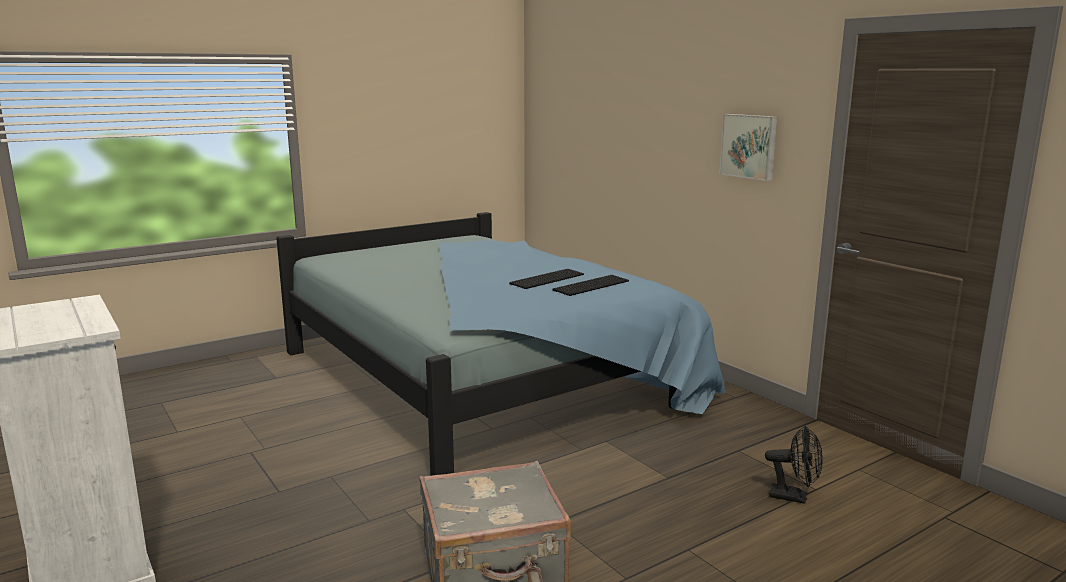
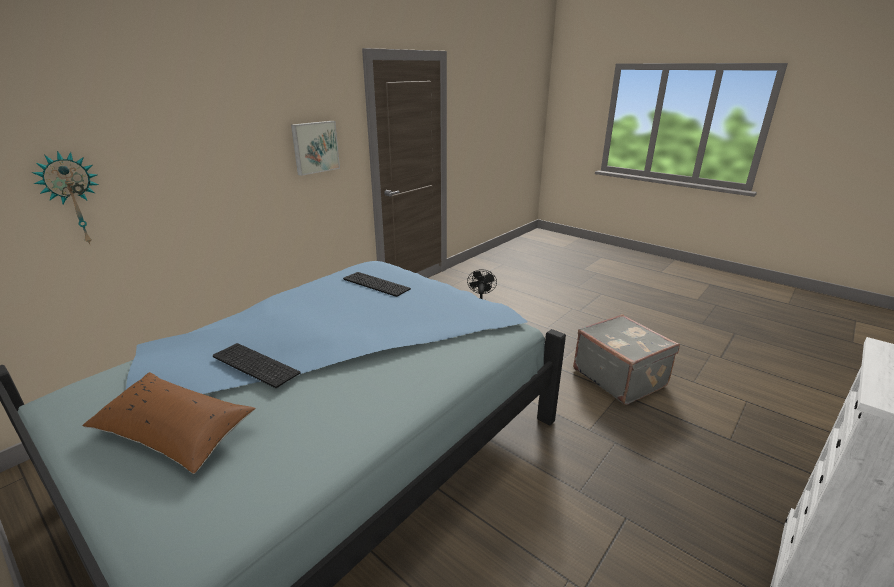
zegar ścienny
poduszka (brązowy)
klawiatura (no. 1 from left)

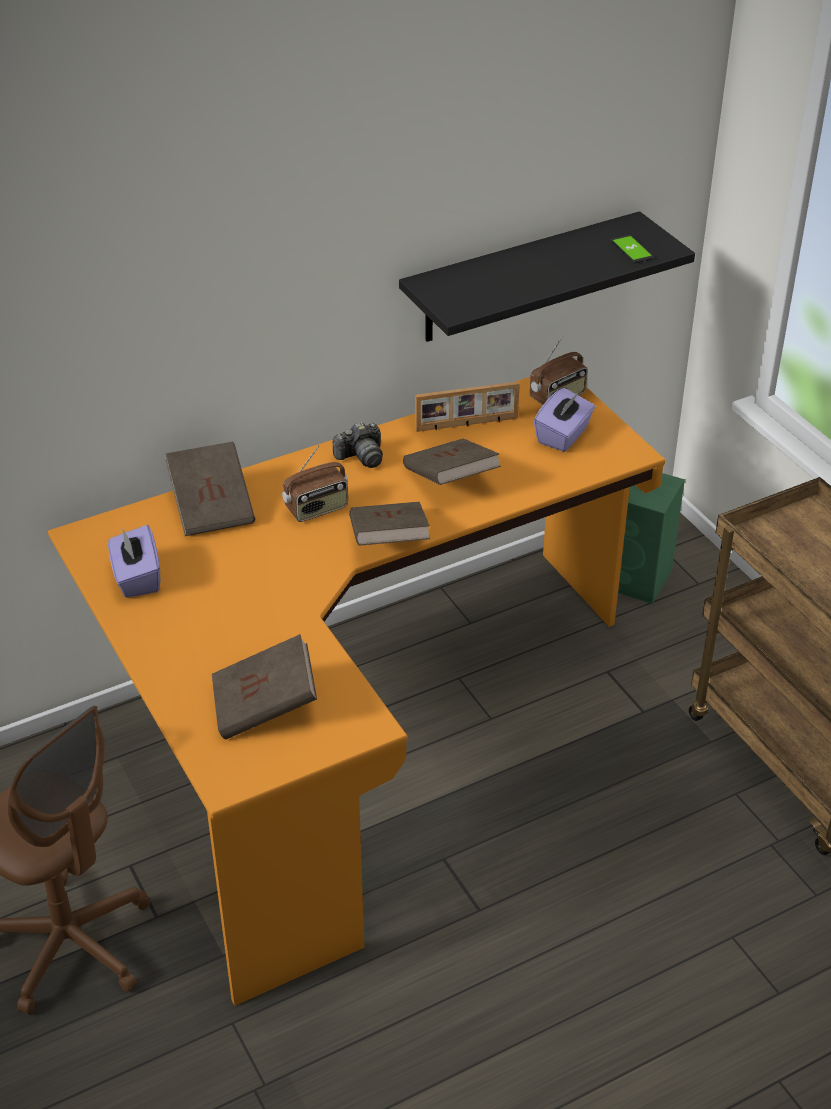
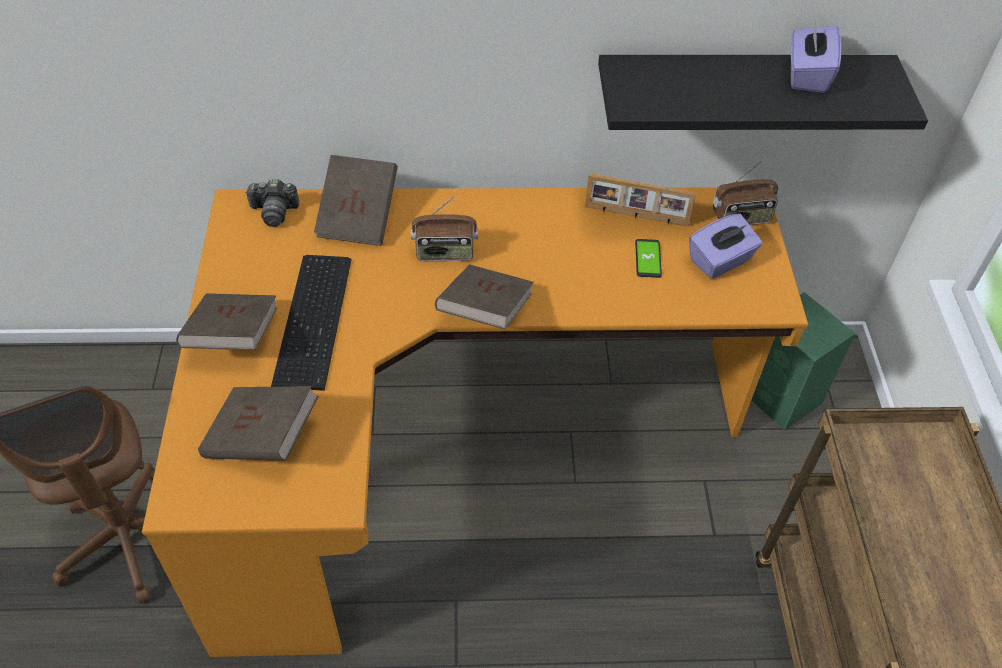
książka (brązowy) (no. 1 from left)
aparat fotograficzny
klawiatura
telefon
pudełko chusteczek (fioletowy) (no. 2 from left)

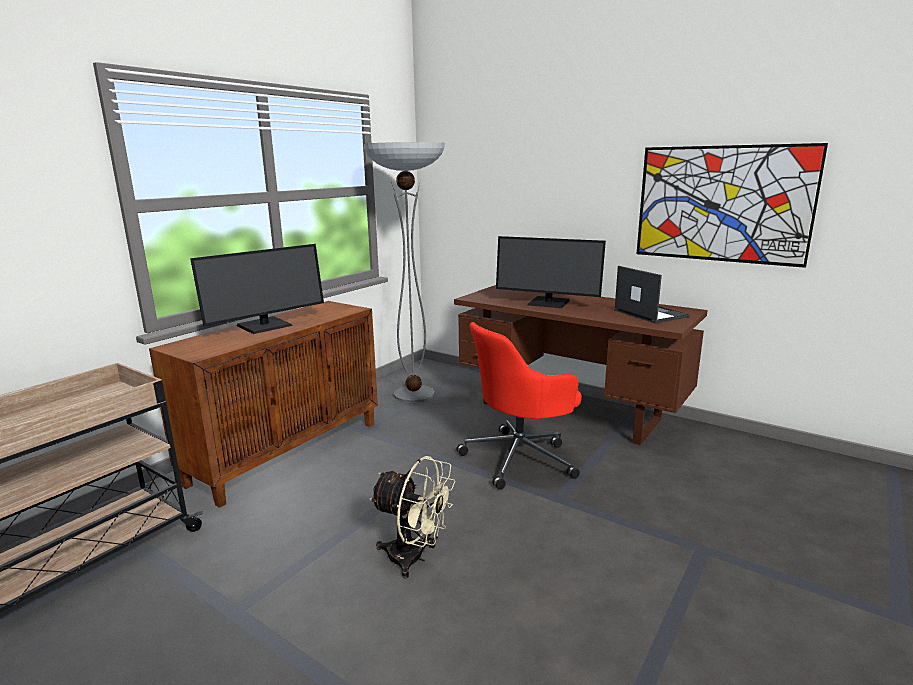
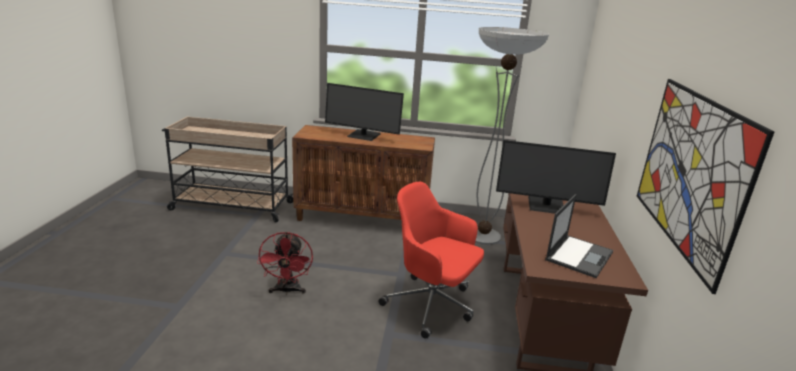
wentylator (czerwony)
monitor (no. 2 from left)

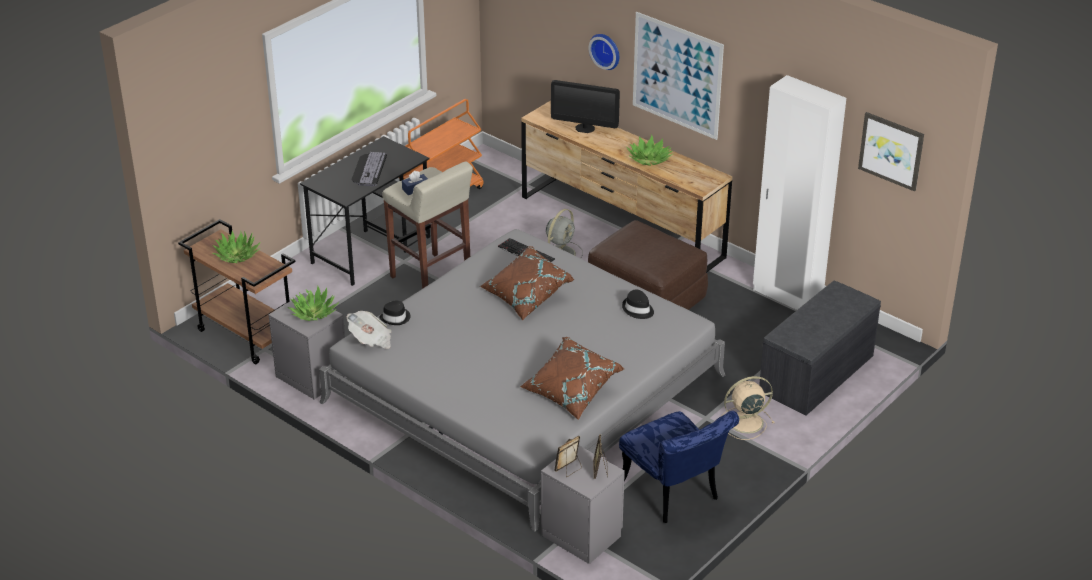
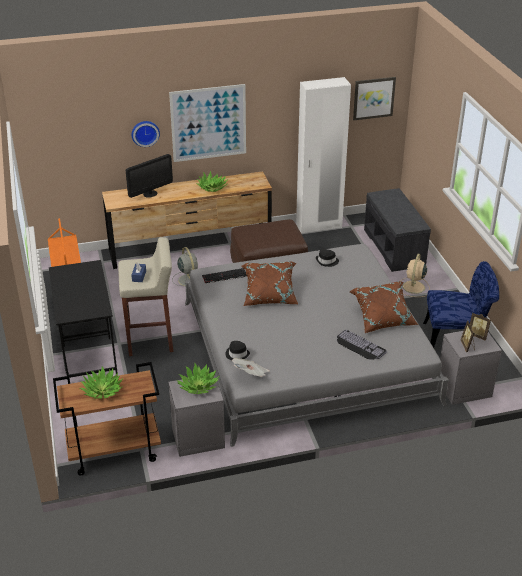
klawiatura (no. 2 from left)

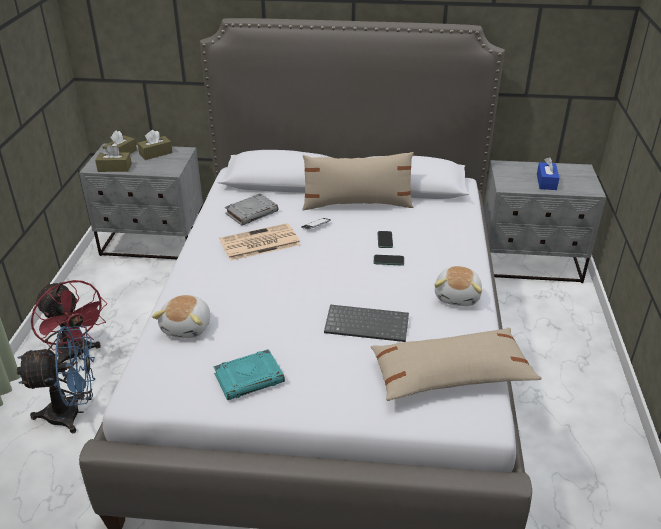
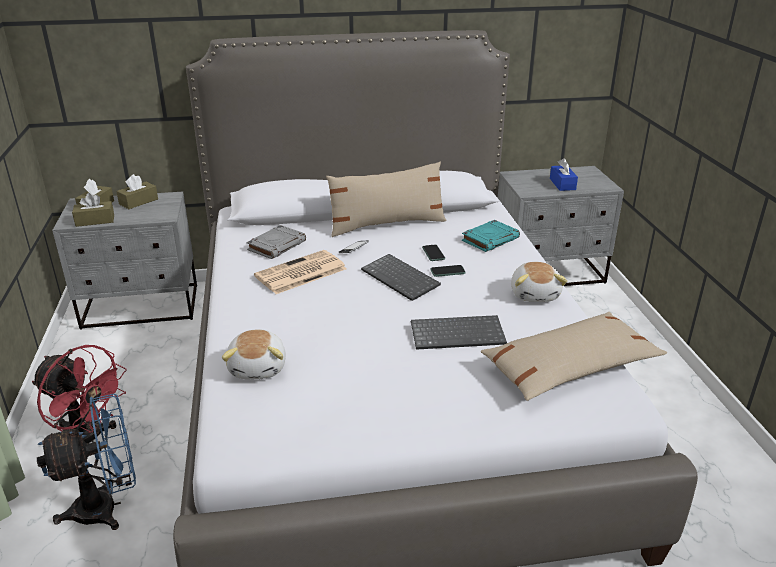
klawiatura (no. 1 from left)
książka (turkusowy)

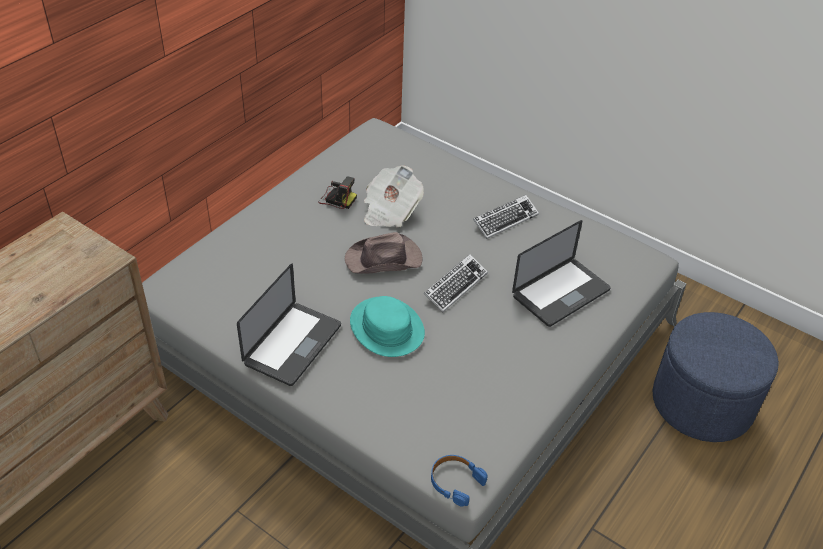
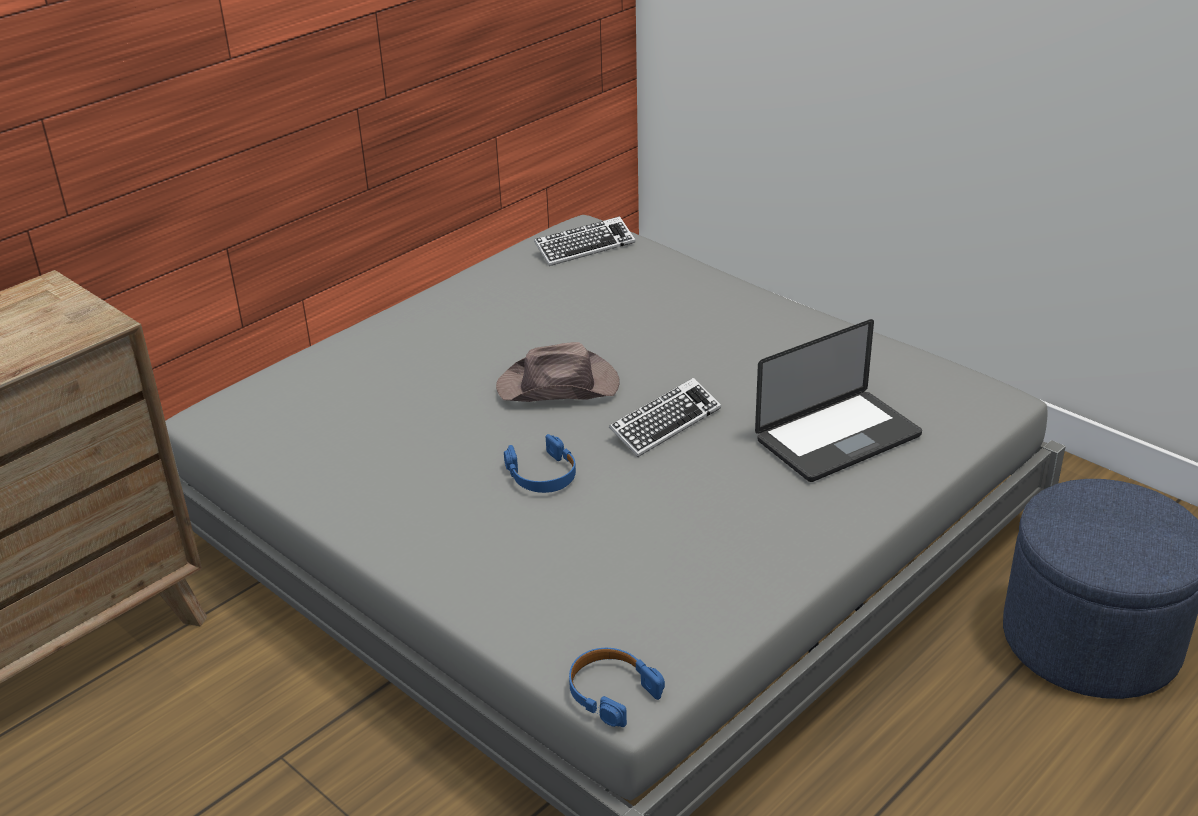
słuchawki (niebieski) (no. 1 from left)
klawiatura (no. 1 from left)
laptop (no. 1 from left in the first image)
aparat fotograficzny
gazeta

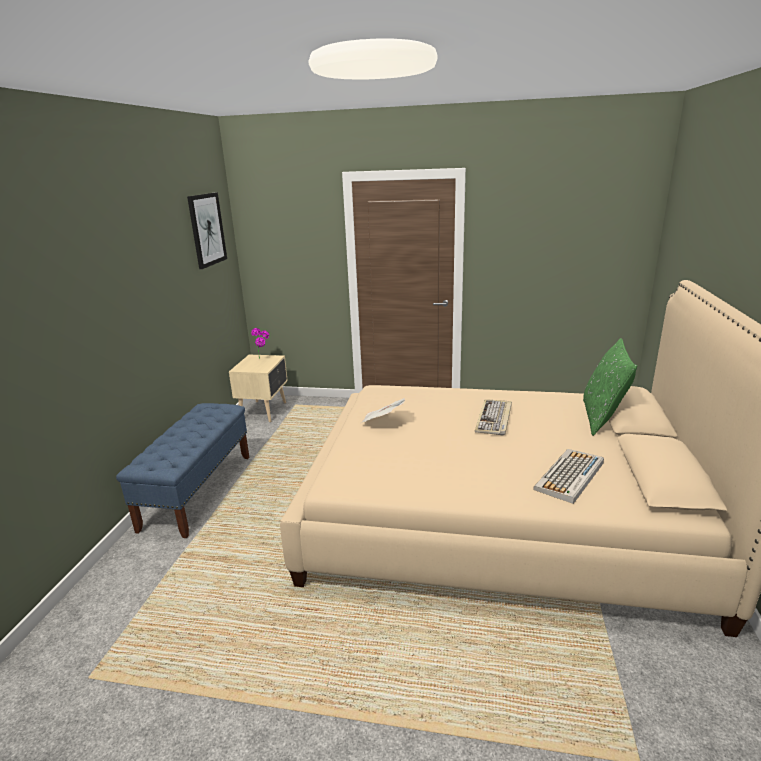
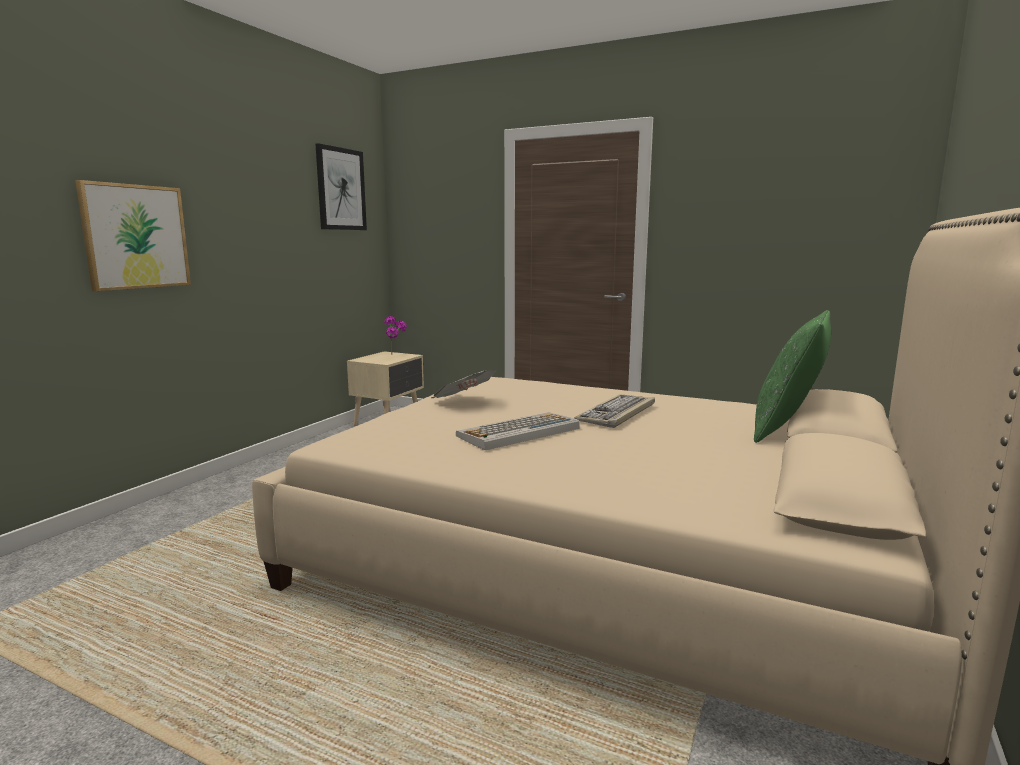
obraz (no. 1 from left)
klawiatura (no. 1 from left)
ławka (niebieski)

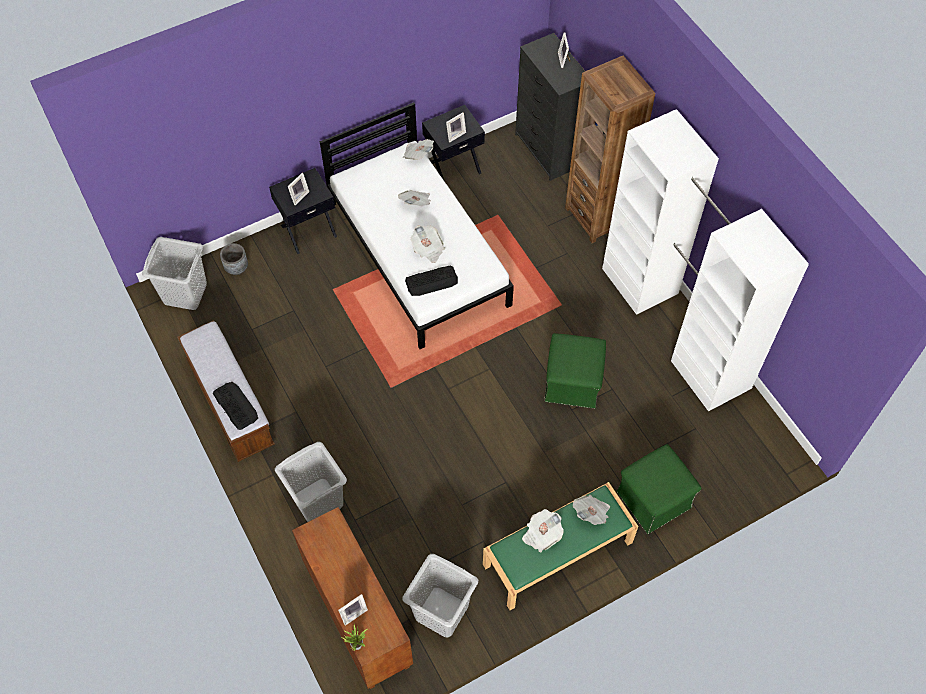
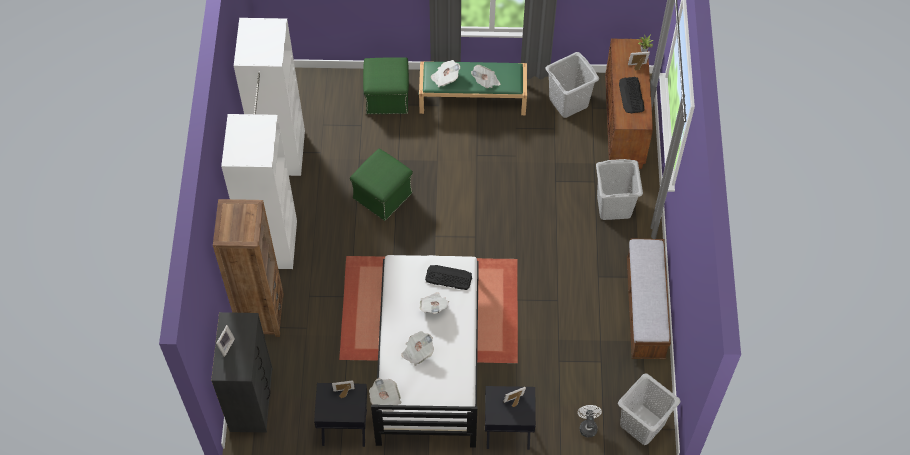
wentylator (biały)
klawiatura (no. 2 from left)

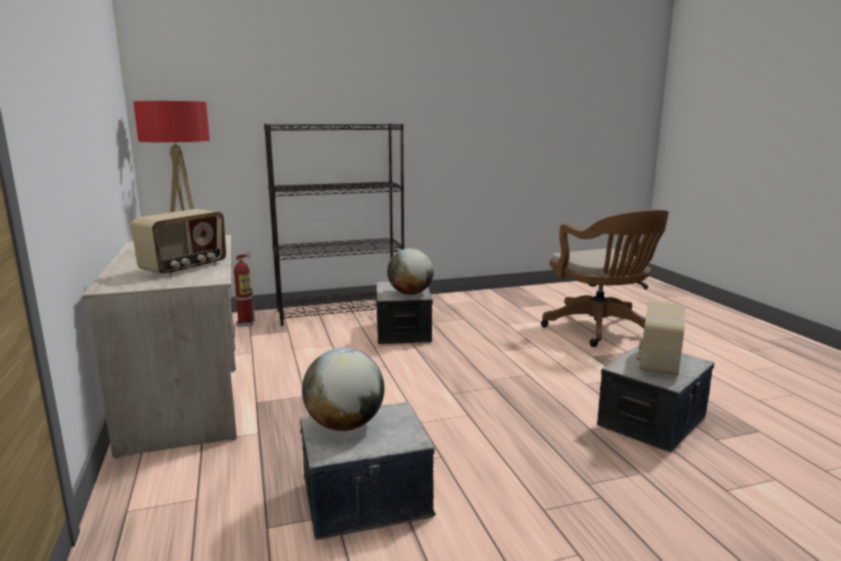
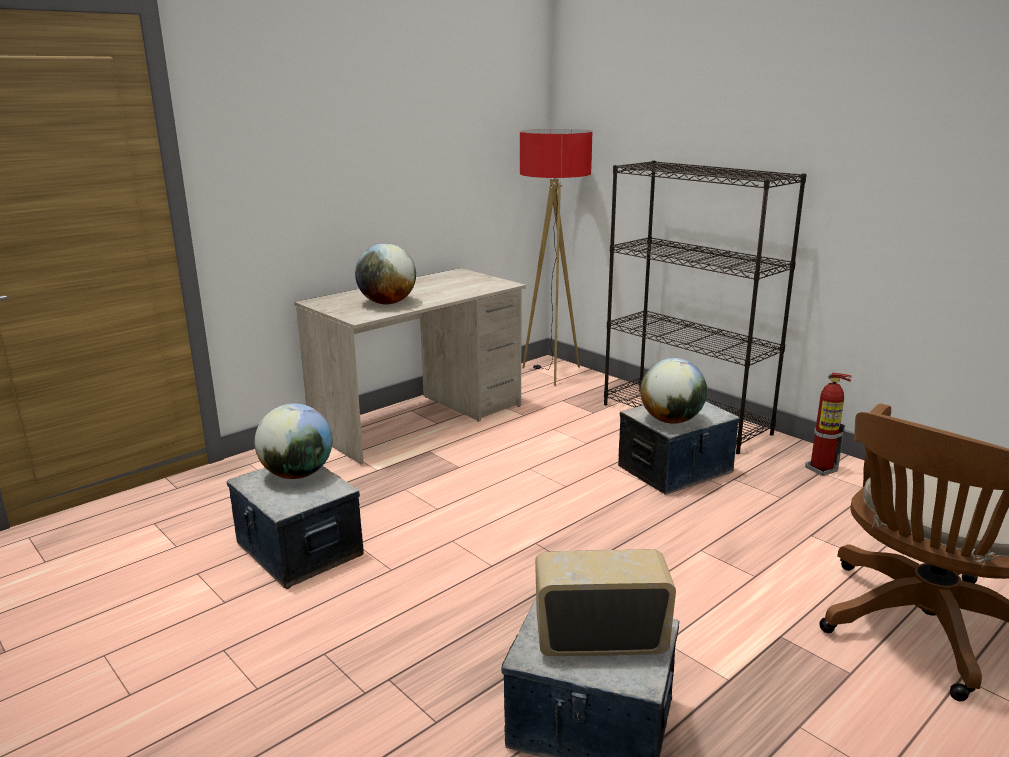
globus (no. 2 from left)
gaśnica

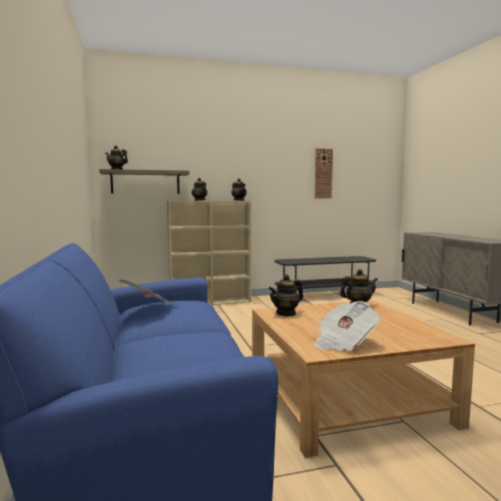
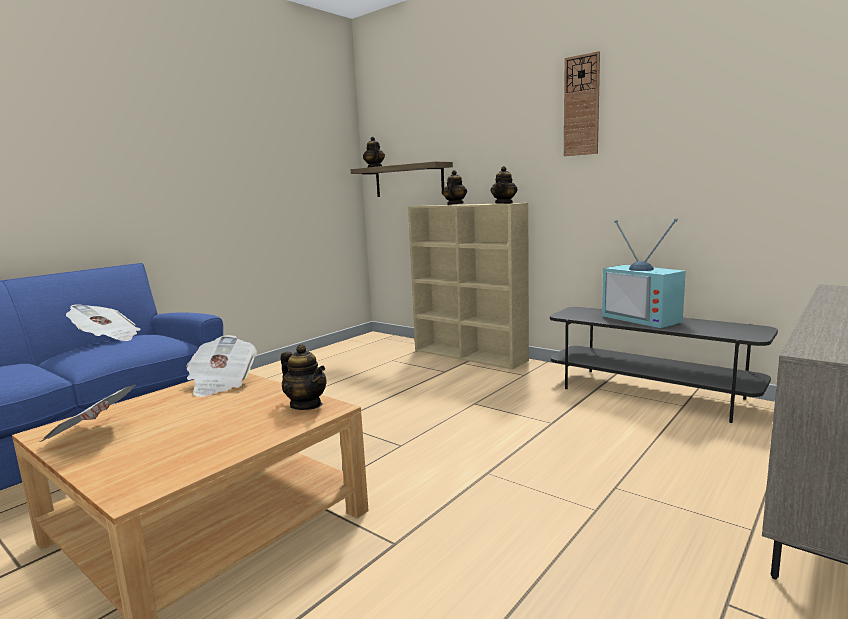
gazeta (no. 3 from left)
zegar ścienny
telewizor

